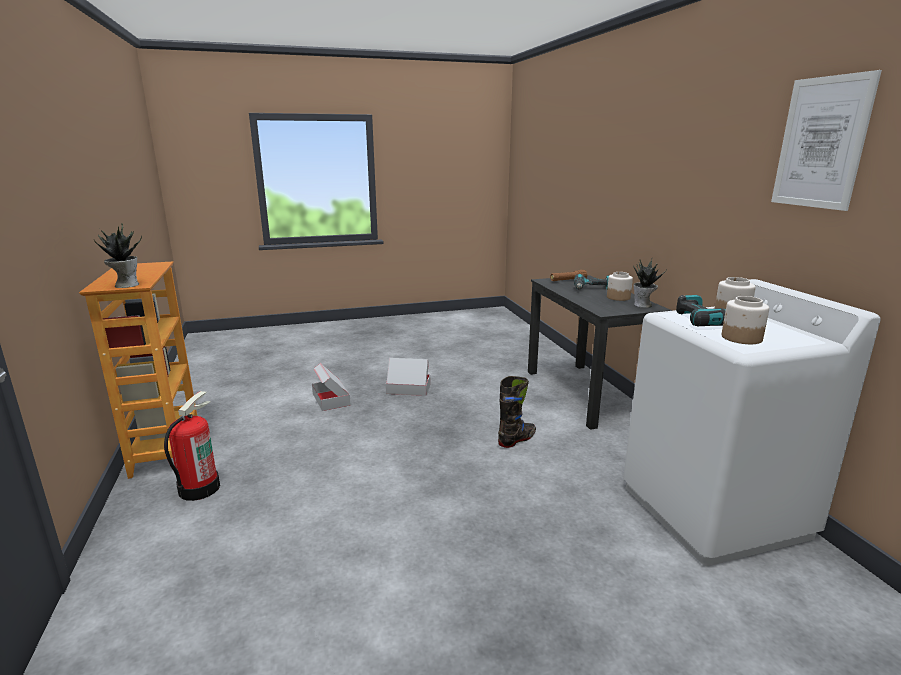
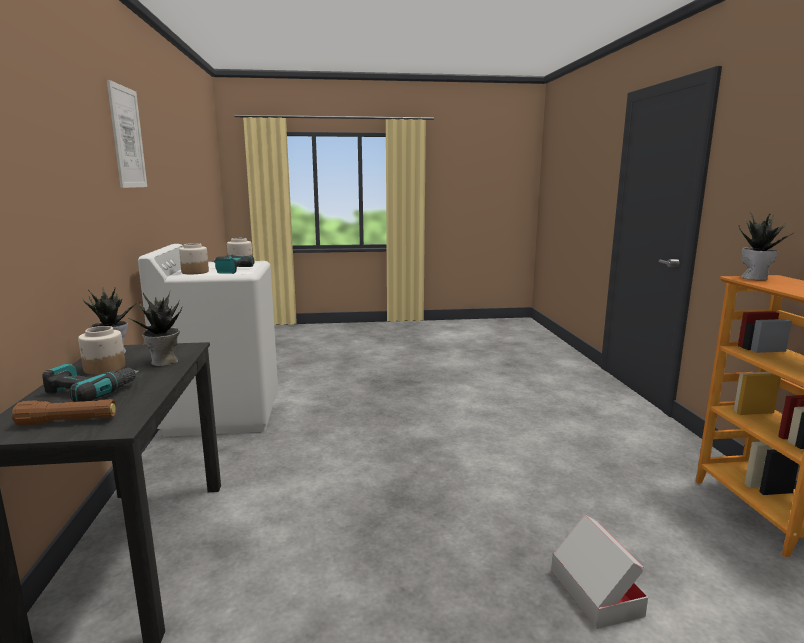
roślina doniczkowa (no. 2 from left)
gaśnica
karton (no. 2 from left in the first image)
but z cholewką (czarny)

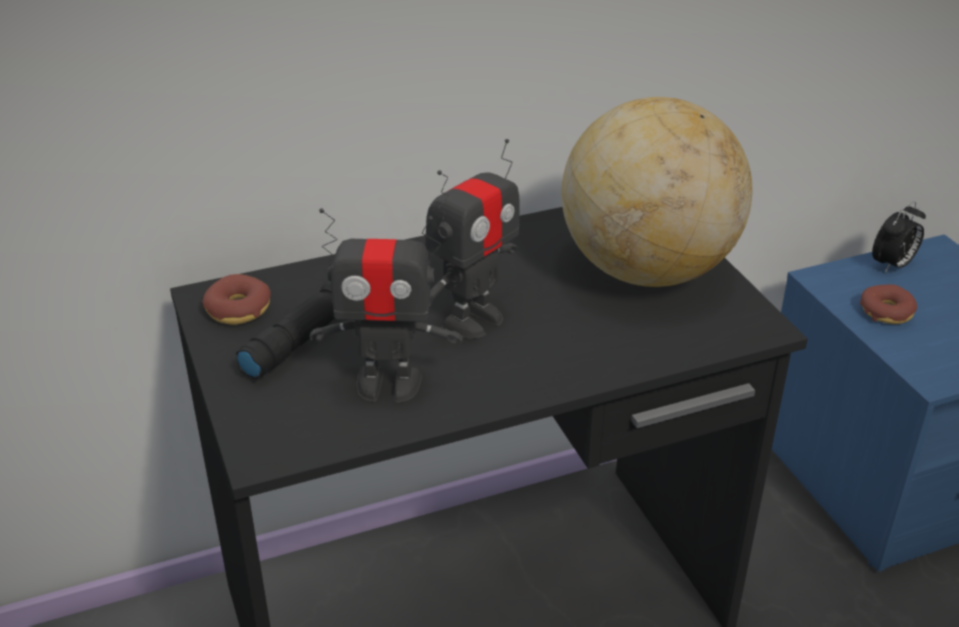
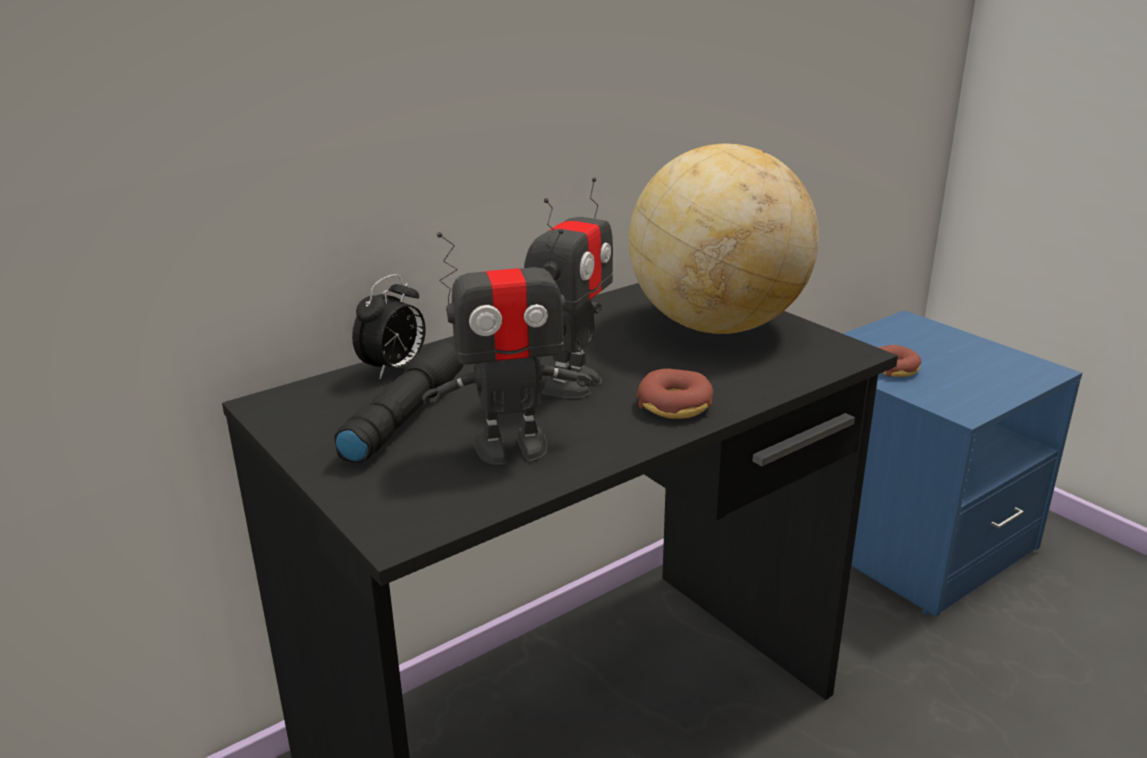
budzik
donut (no. 1 from left)

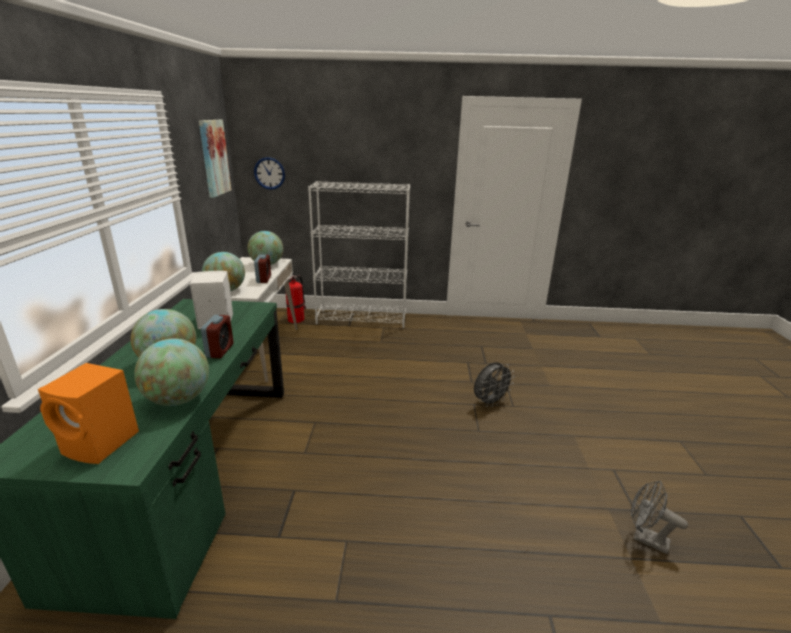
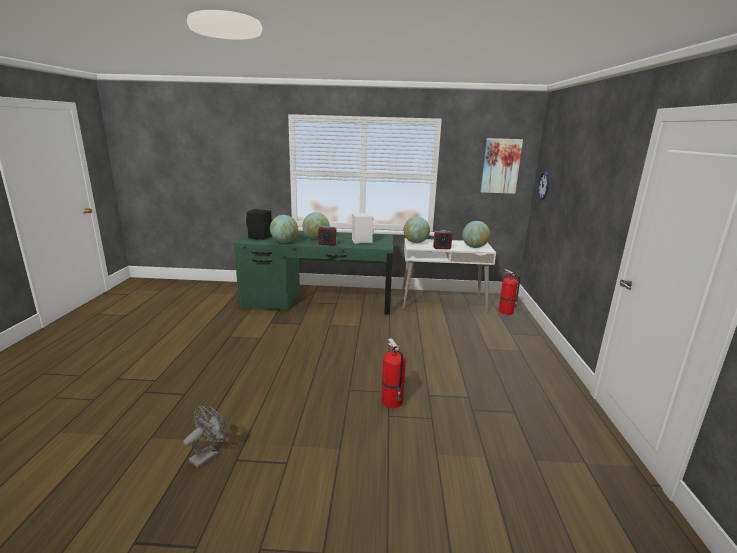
głośnik (czarny)
gaśnica (no. 1 from left)
regał (biały)

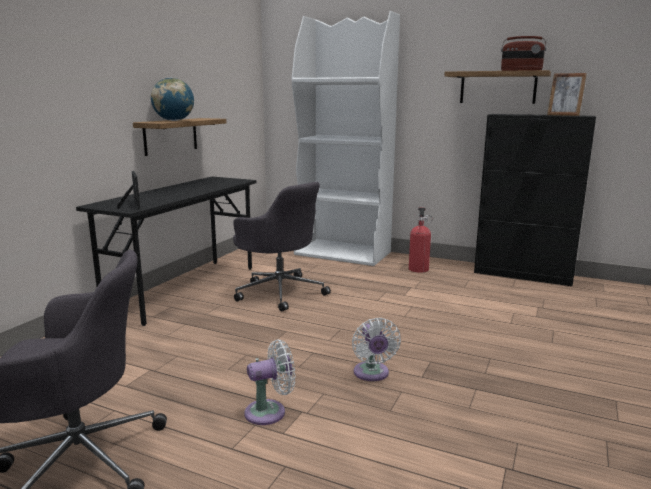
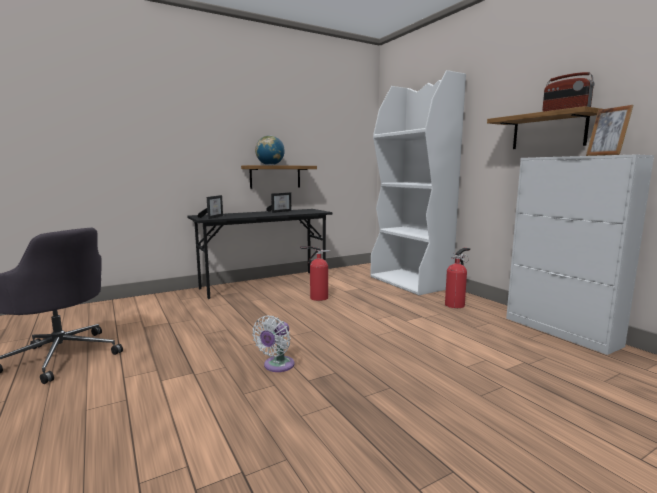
ramka na zdjęcie (no. 2 from left)
gaśnica (no. 1 from left)
szafka (biały)
wentylator (biały) (no. 1 from left in the first image)

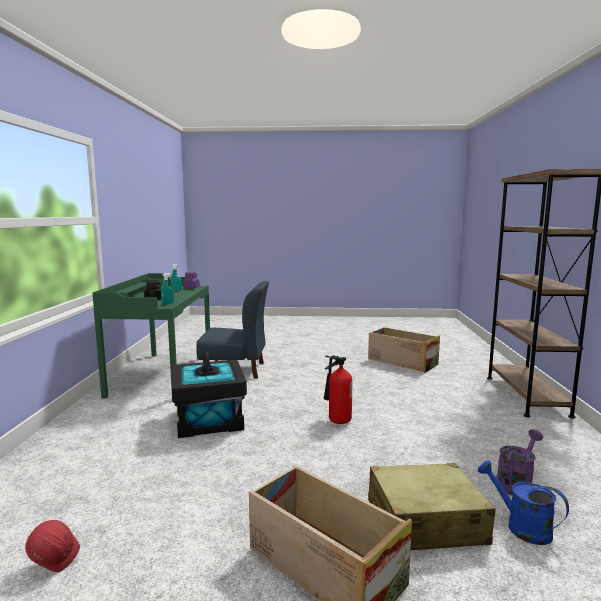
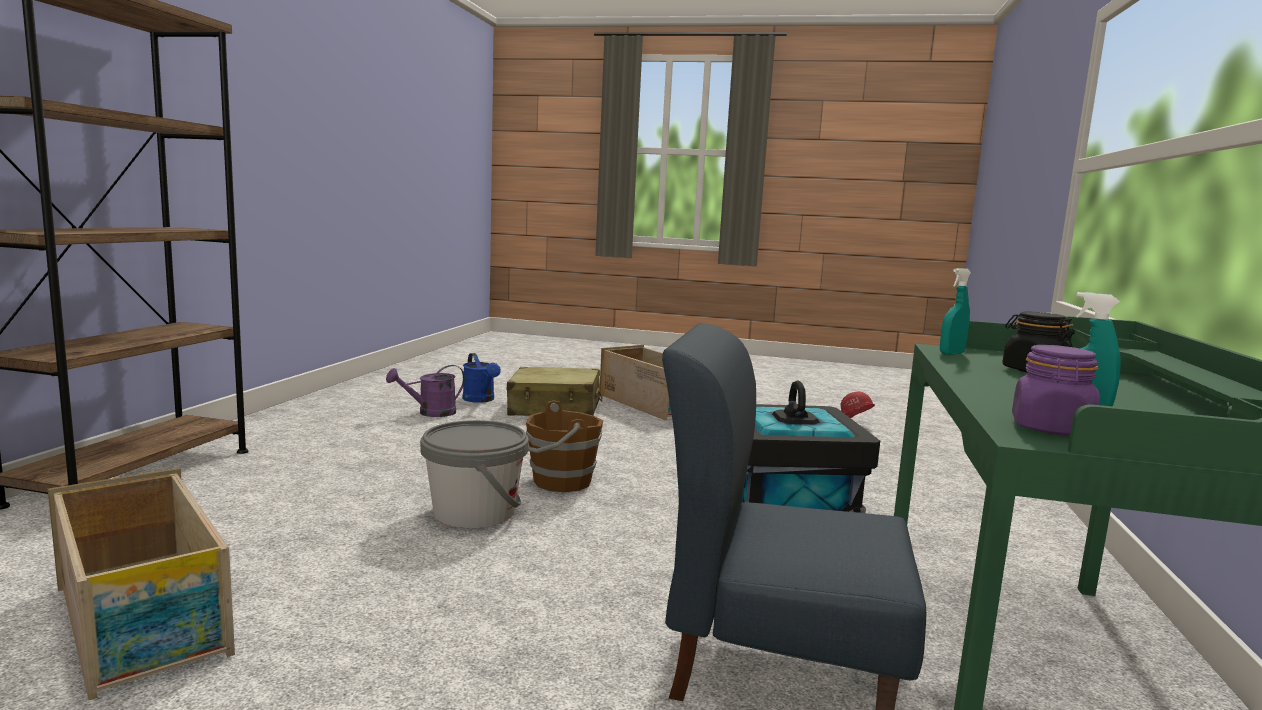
wiadro (szary)
wiadro (brązowy)

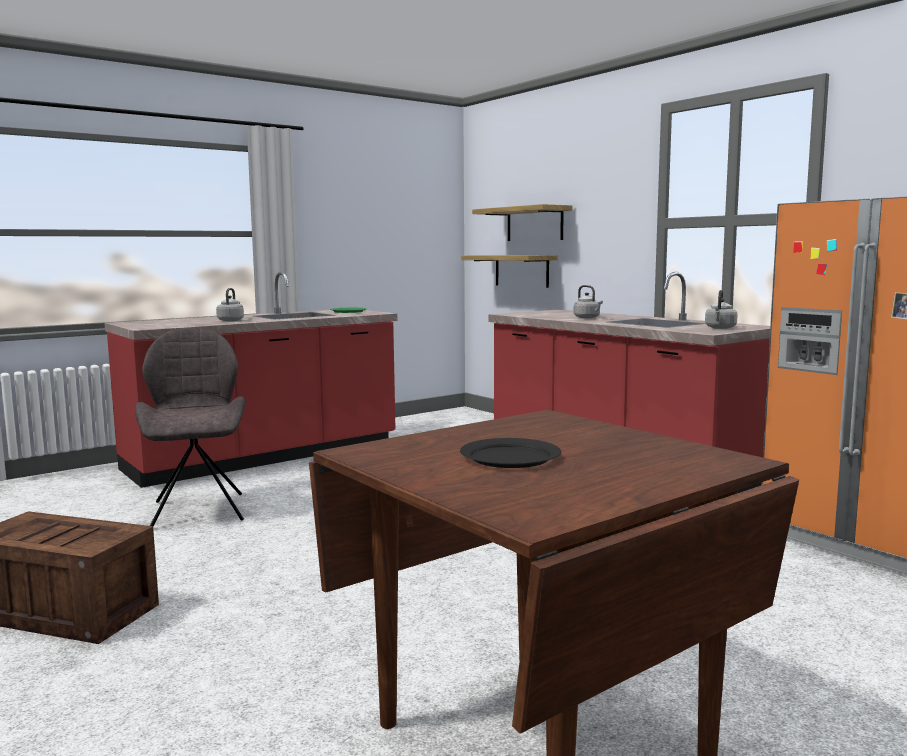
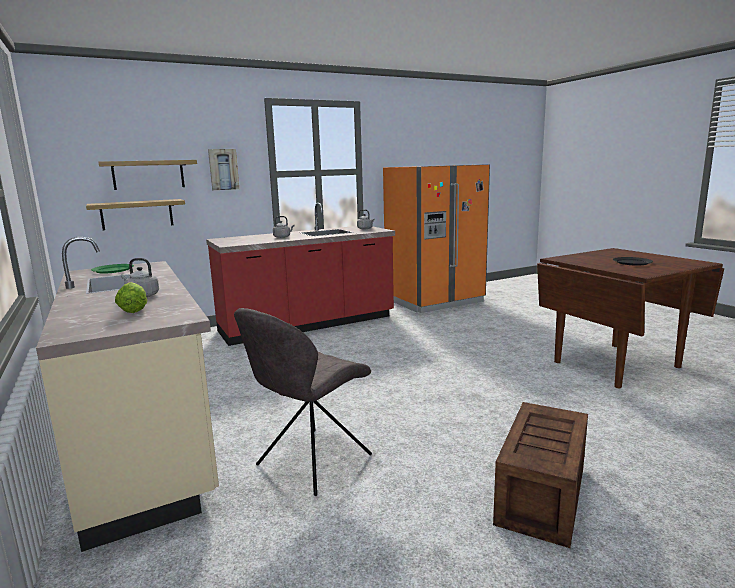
zabudowa kuchenna (beżowy)
sałata
obraz
krzesło (szary)

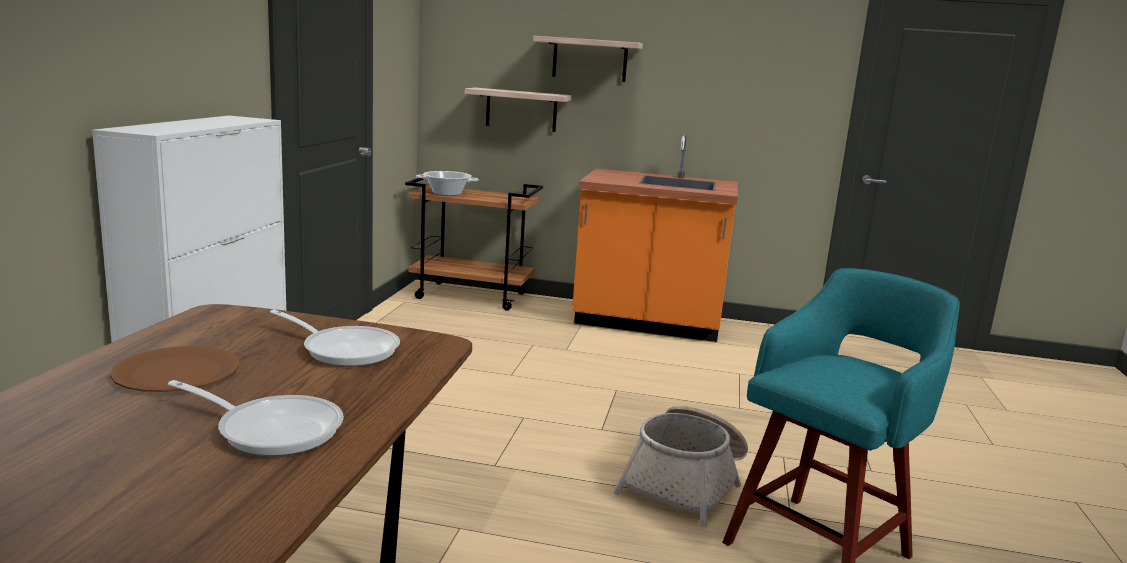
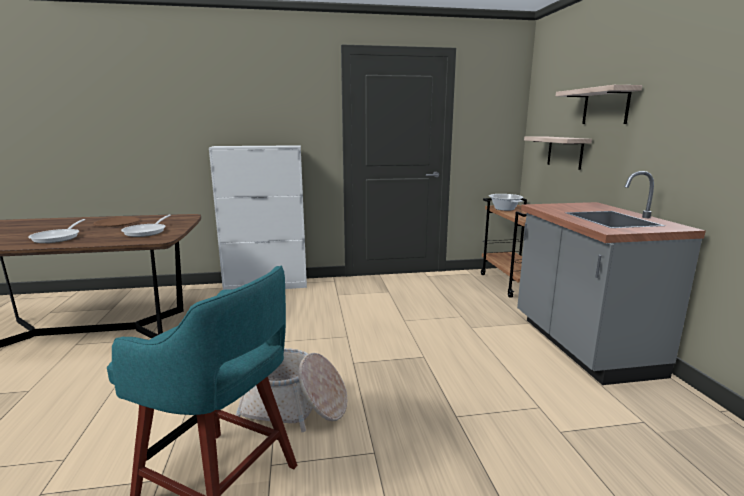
zabudowa kuchenna (szary)

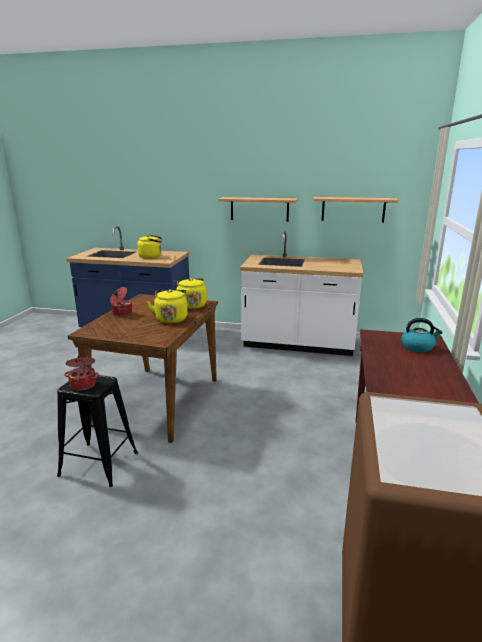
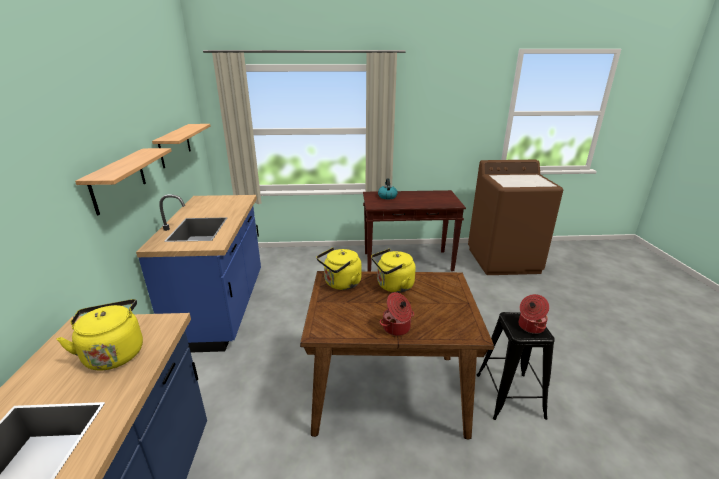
zabudowa kuchenna (niebieski) (no. 2 from left)

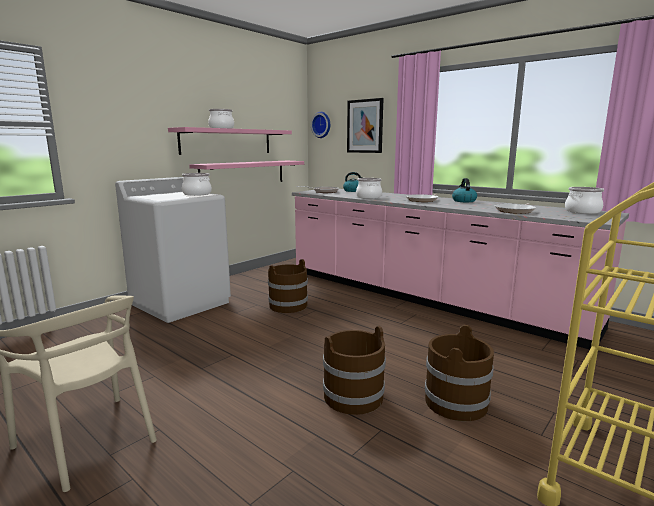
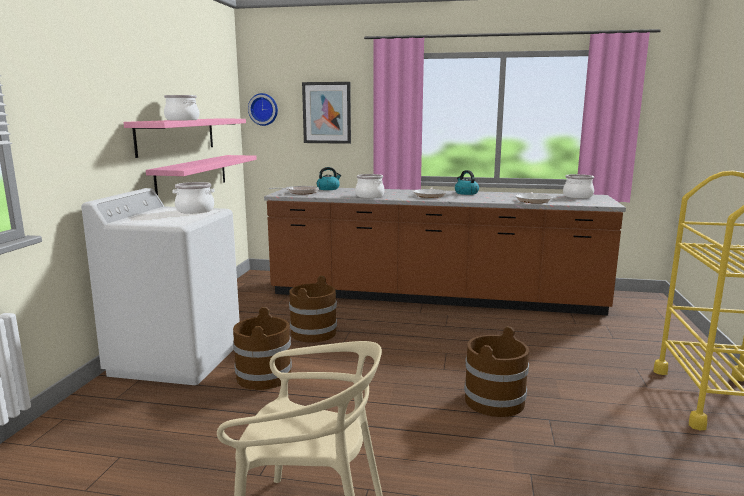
wiadro (brązowy) (no. 1 from left)
zabudowa kuchenna (brązowy)

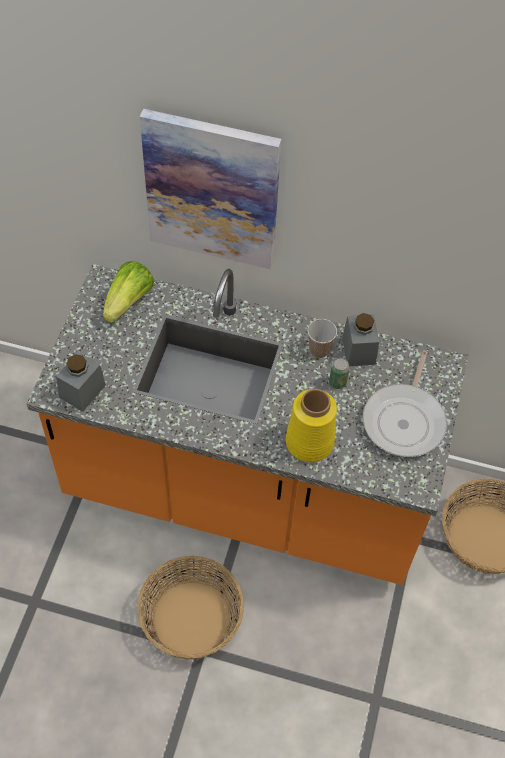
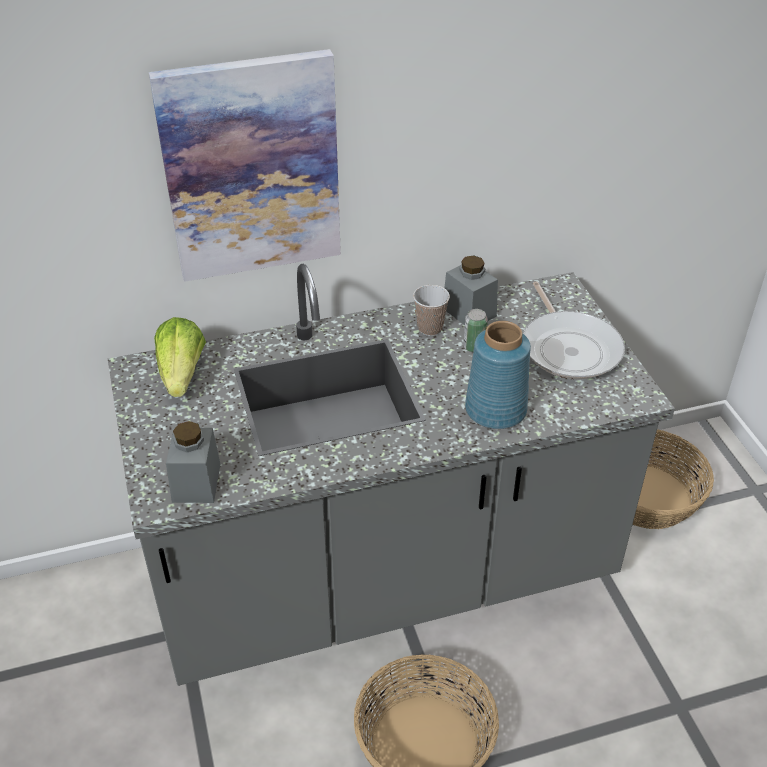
zabudowa kuchenna (szary)
wazon (niebieski)

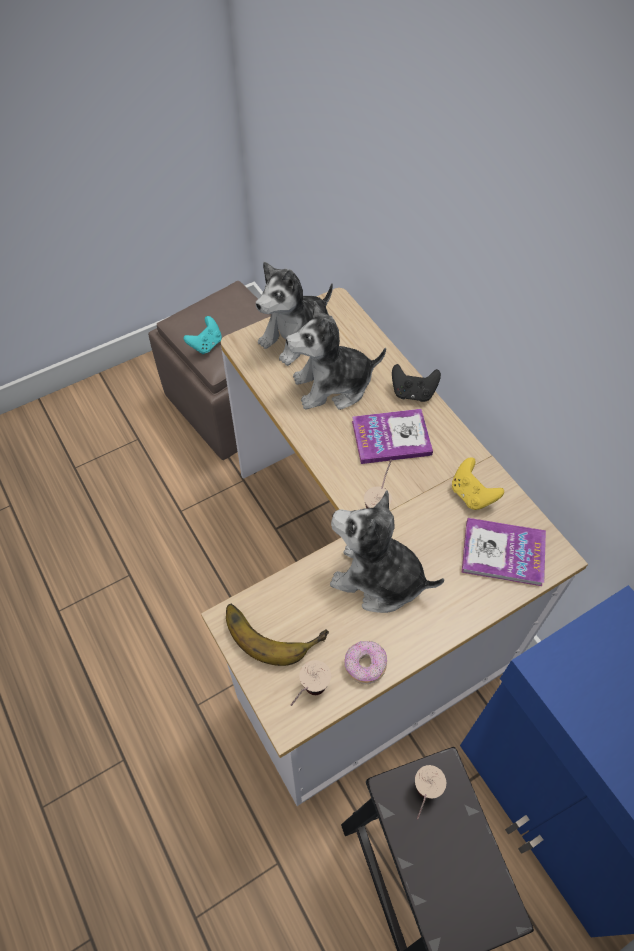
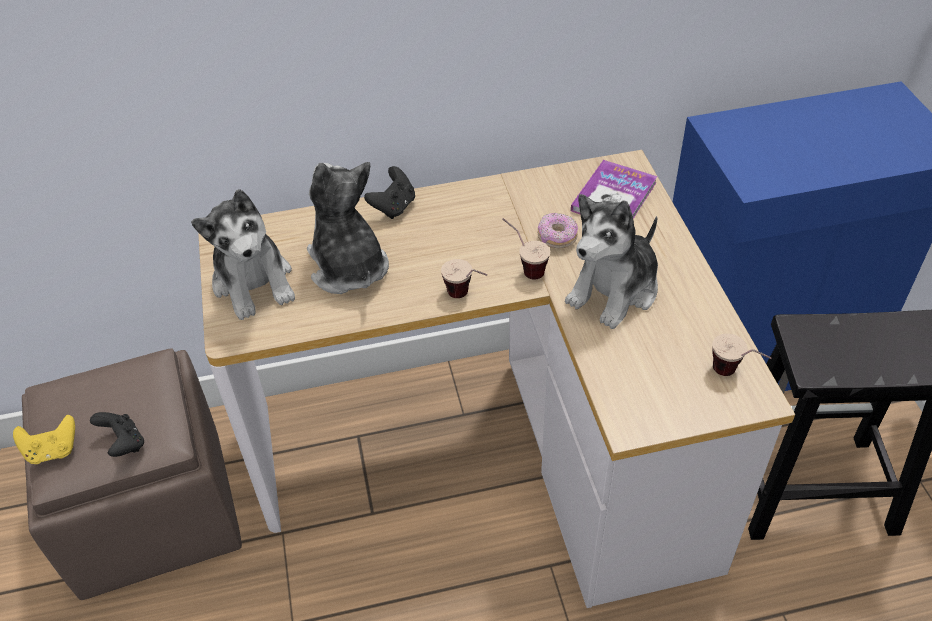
pad do gier (żółty)
pad do gier (czarny) (no. 1 from left)
pluszak (no. 2 from left)
filiżanka (no. 1 from left)
donut
banan
książka (no. 1 from left in the first image)

